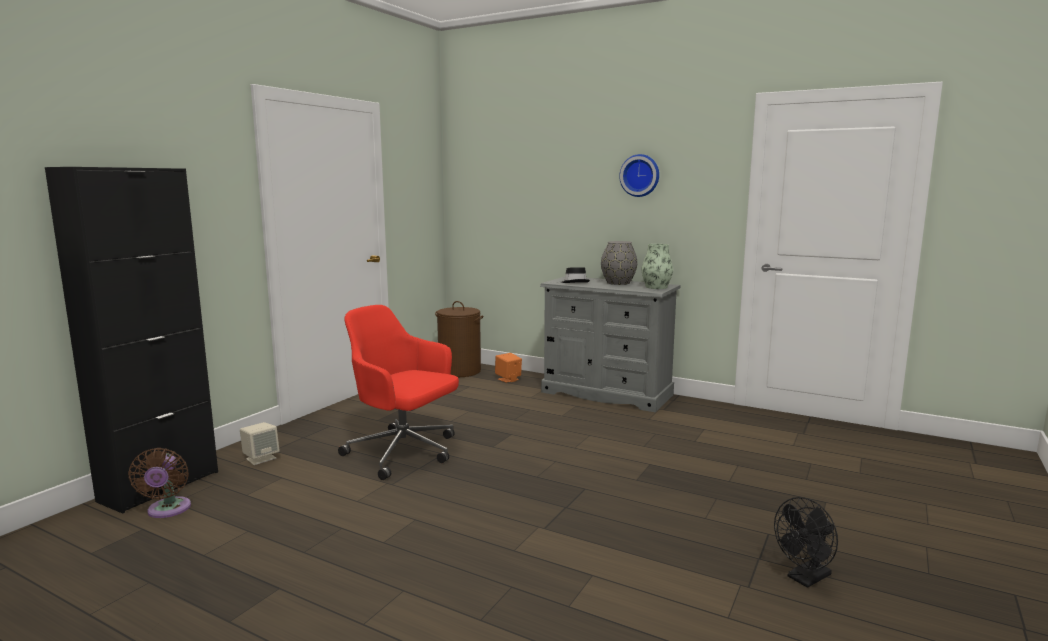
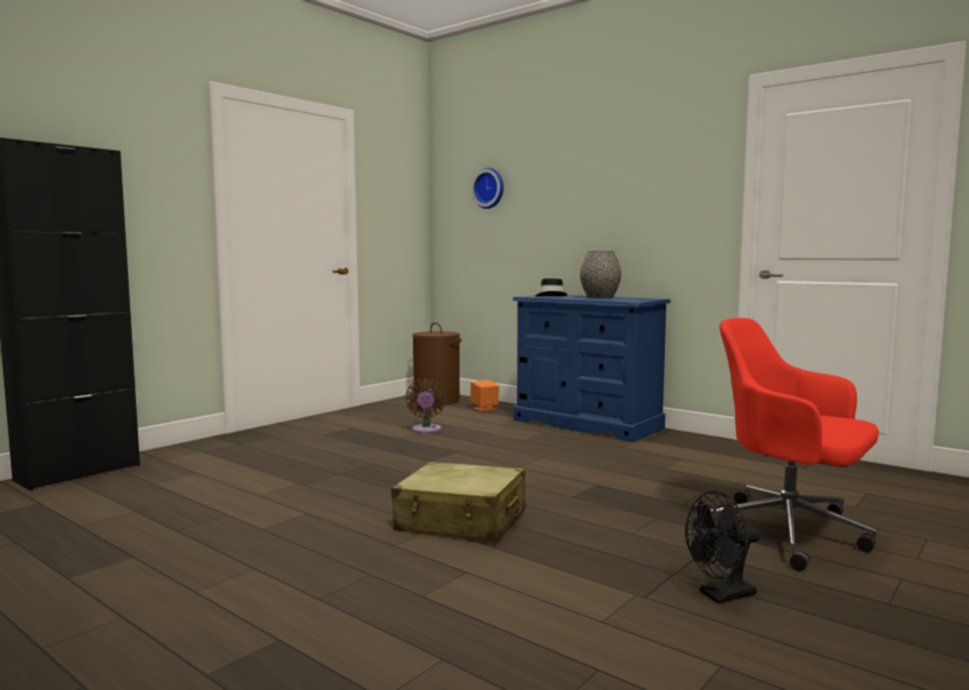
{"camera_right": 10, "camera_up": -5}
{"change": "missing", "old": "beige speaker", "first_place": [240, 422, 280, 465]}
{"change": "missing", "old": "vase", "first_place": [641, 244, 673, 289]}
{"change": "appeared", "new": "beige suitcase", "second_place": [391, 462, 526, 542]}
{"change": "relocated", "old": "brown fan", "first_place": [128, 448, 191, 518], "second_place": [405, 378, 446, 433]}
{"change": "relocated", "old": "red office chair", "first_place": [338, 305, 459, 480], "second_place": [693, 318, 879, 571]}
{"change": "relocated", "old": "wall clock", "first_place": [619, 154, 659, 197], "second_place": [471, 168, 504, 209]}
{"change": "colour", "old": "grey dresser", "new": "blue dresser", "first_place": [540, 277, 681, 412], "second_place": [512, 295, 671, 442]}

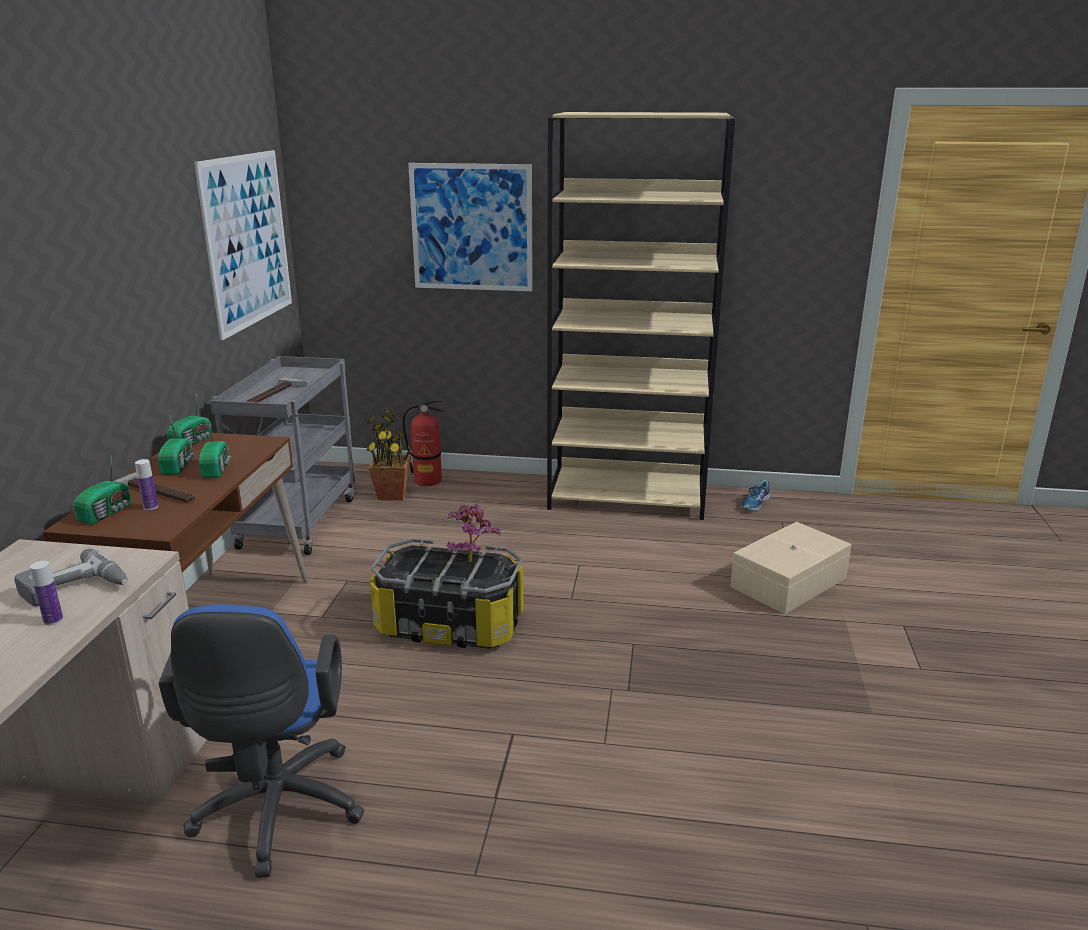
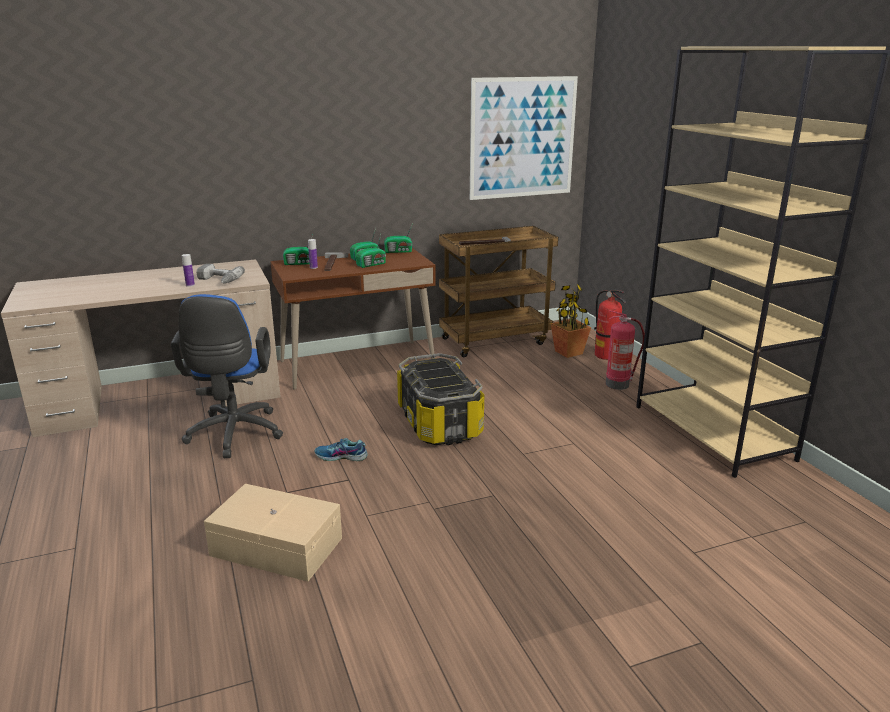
{"camera_right": 60, "camera_up": 0}
{"change": "missing", "old": "picture", "first_place": [408, 163, 533, 291]}
{"change": "missing", "old": "potted plant", "first_place": [446, 504, 501, 563]}
{"change": "appeared", "new": "fire extinguisher", "second_place": [605, 310, 645, 390]}
{"change": "relocated", "old": "beige storage box", "first_place": [730, 522, 852, 614], "second_place": [204, 484, 342, 581]}
{"change": "relocated", "old": "shoe", "first_place": [741, 480, 770, 511], "second_place": [315, 438, 368, 461]}
{"change": "colour", "old": "grey cart", "new": "brown cart", "first_place": [210, 356, 355, 555], "second_place": [439, 226, 558, 357]}
{"change": "spun", "old": "blue office chair", "first_place": [159, 604, 364, 878], "second_place": [171, 294, 283, 458], "degrees": -60}

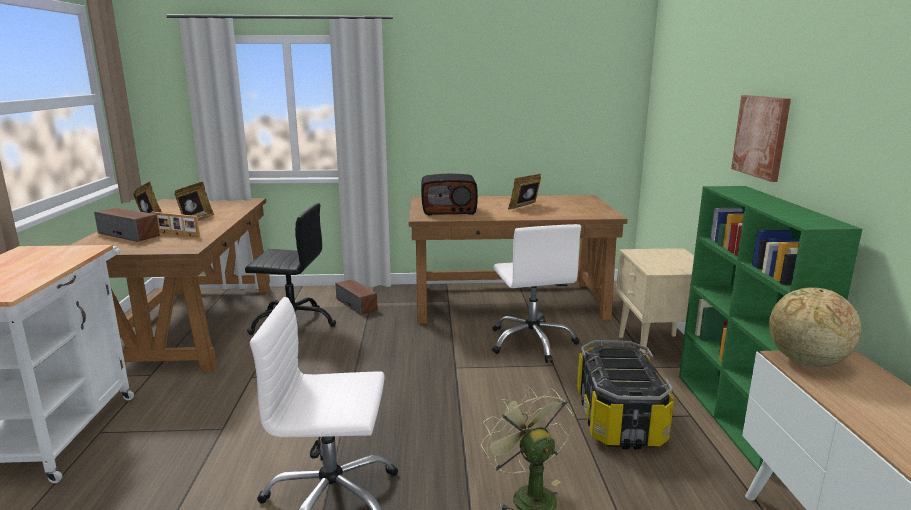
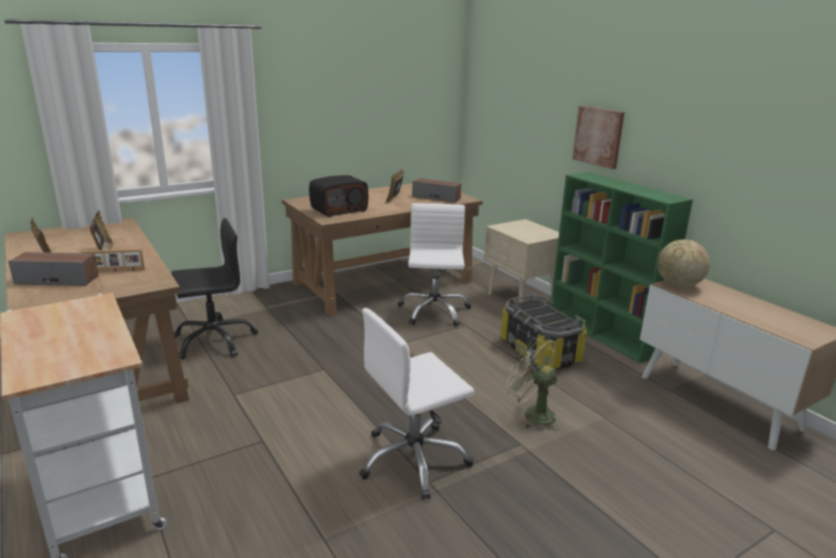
{"camera_right": -30, "camera_up": 5}
{"change": "relocated", "old": "speaker", "first_place": [335, 279, 378, 315], "second_place": [412, 178, 461, 203]}
{"change": "spun", "old": "white office chair", "first_place": [492, 224, 581, 363], "second_place": [398, 203, 471, 326], "degrees": -135}

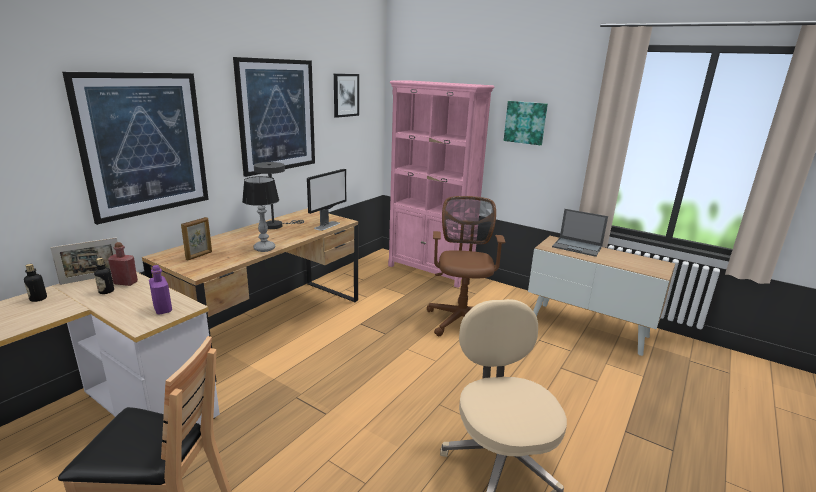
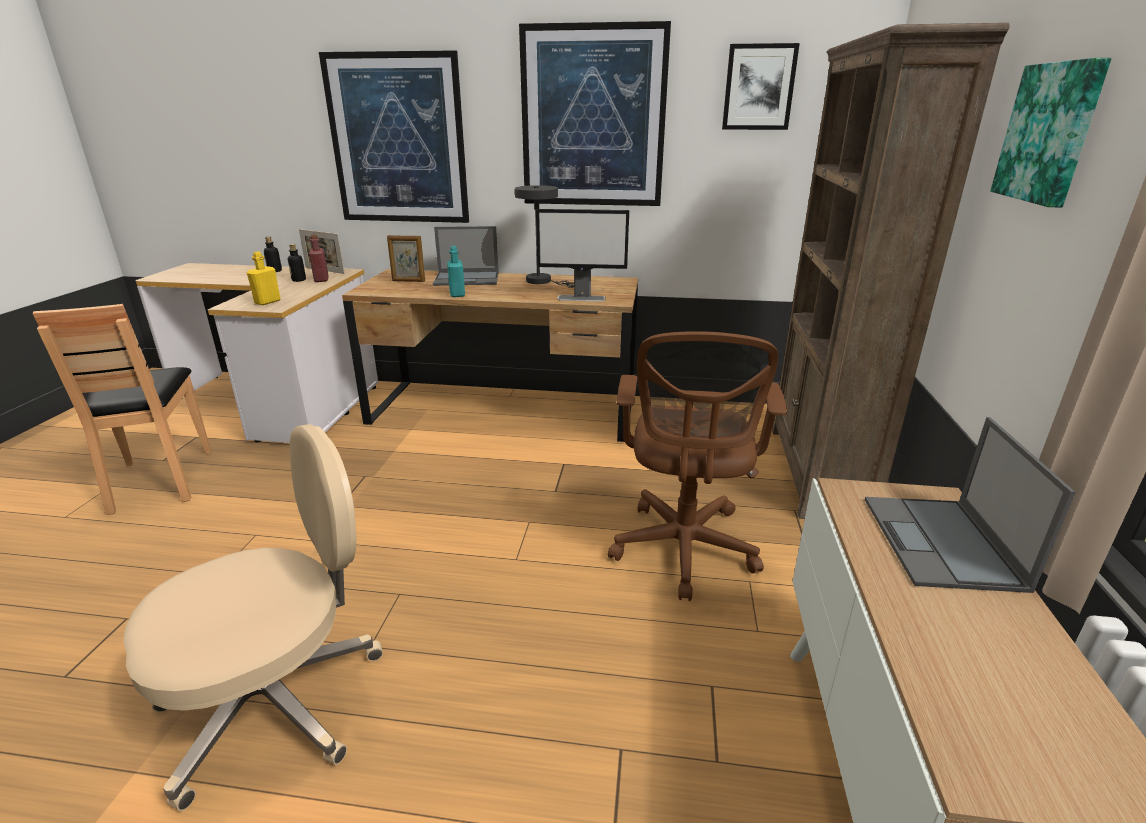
{"camera_right": 65, "camera_up": 5}
{"change": "appeared", "new": "laptop", "second_place": [433, 226, 498, 286]}
{"change": "exchanged", "old": "table lamp", "new": "turquoise bottle", "first_place": [242, 176, 279, 252], "second_place": [447, 246, 465, 297]}
{"change": "colour", "old": "purple bottle", "new": "yellow bottle", "first_place": [149, 265, 172, 315], "second_place": [247, 252, 281, 305]}
{"change": "colour", "old": "pink bookcase", "new": "brown bookcase", "first_place": [388, 81, 494, 288], "second_place": [772, 23, 1010, 519]}
{"change": "spun", "old": "brown office chair", "first_place": [427, 196, 505, 337], "second_place": [608, 331, 787, 601], "degrees": 120}

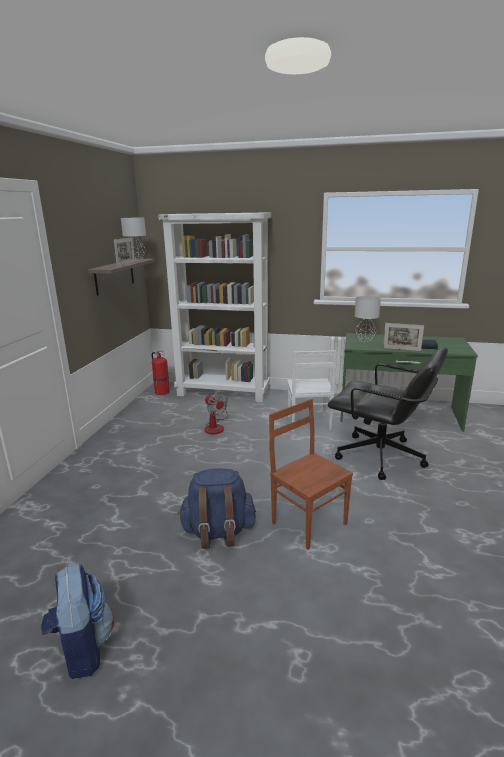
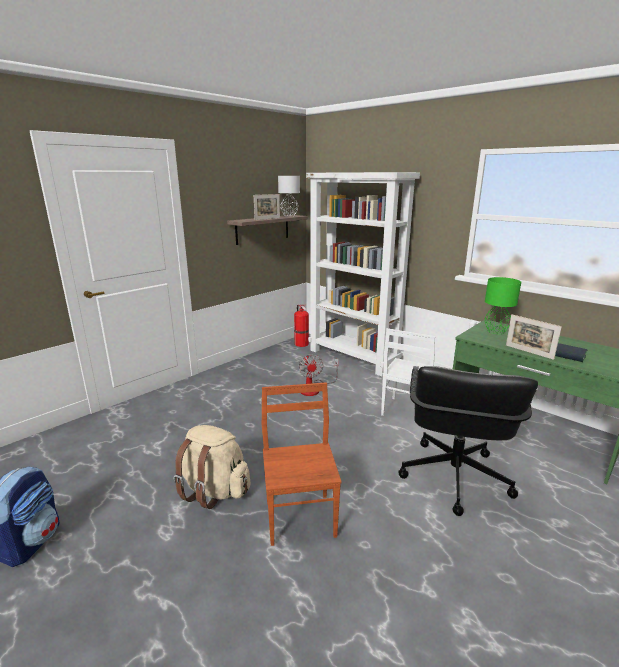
{"camera_right": 30, "camera_up": 0}
{"change": "colour", "old": "blue backpack", "new": "beige backpack", "first_place": [178, 468, 256, 549], "second_place": [174, 425, 251, 509]}
{"change": "colour", "old": "grey table lamp", "new": "green table lamp", "first_place": [355, 296, 381, 342], "second_place": [484, 277, 521, 334]}
{"change": "spun", "old": "black office chair", "first_place": [328, 347, 448, 480], "second_place": [399, 366, 538, 516], "degrees": 45}

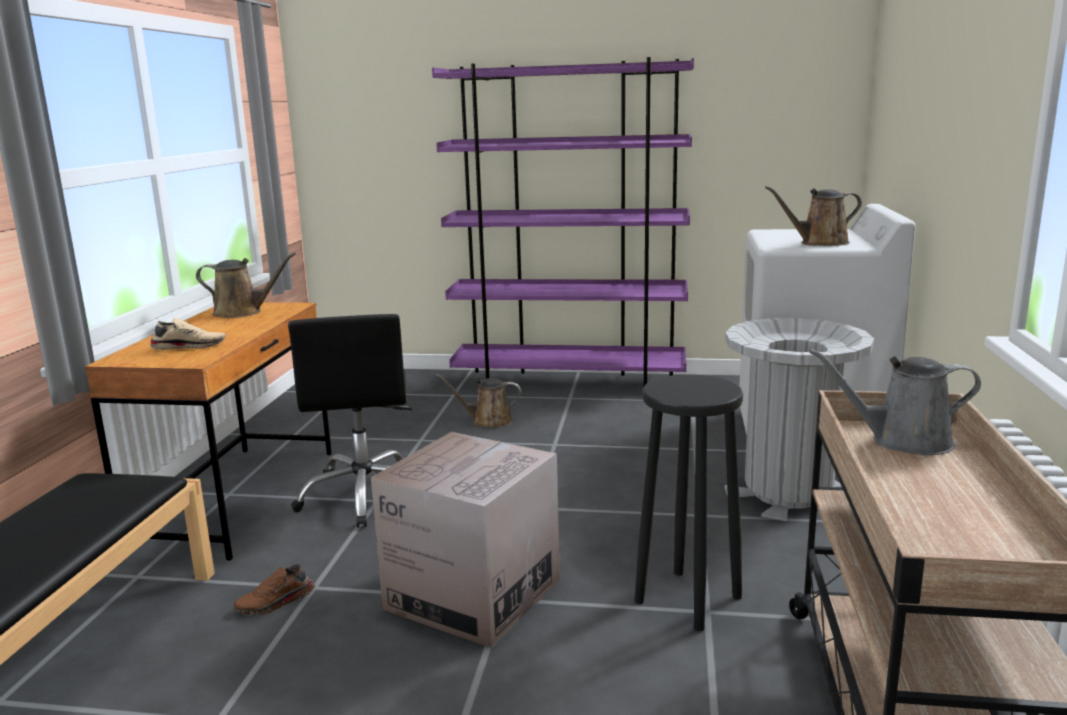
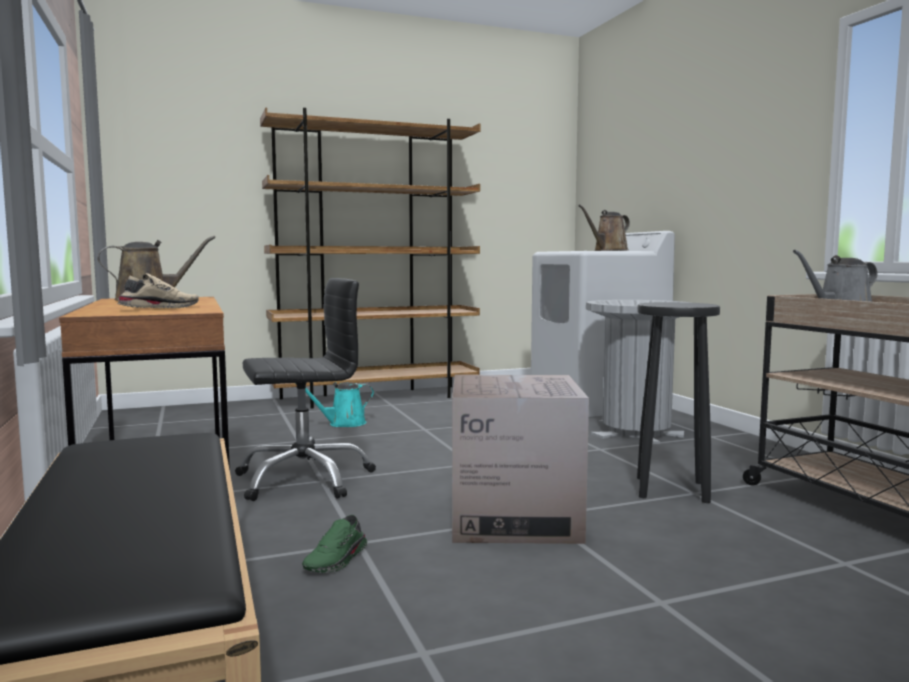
{"camera_right": -30, "camera_up": -10}
{"change": "colour", "old": "brown shoe", "new": "green shoe", "first_place": [234, 564, 315, 616], "second_place": [302, 515, 367, 573]}
{"change": "colour", "old": "purple bookcase", "new": "brown bookcase", "first_place": [432, 57, 694, 386], "second_place": [260, 107, 481, 409]}
{"change": "colour", "old": "brown watering can", "new": "turquoise watering can", "first_place": [436, 374, 521, 428], "second_place": [305, 382, 374, 427]}
{"change": "spun", "old": "black office chair", "first_place": [288, 314, 412, 528], "second_place": [235, 278, 376, 501], "degrees": -75}

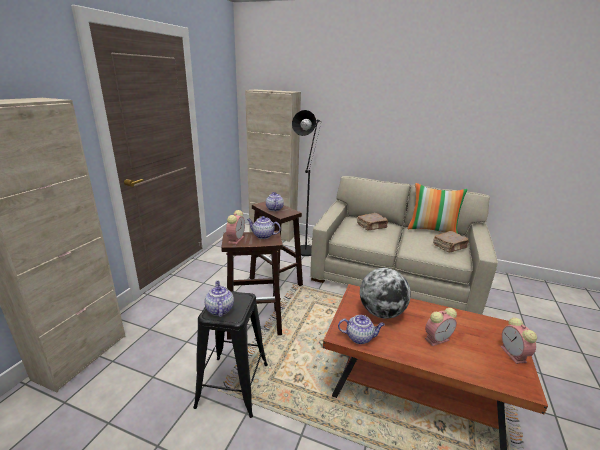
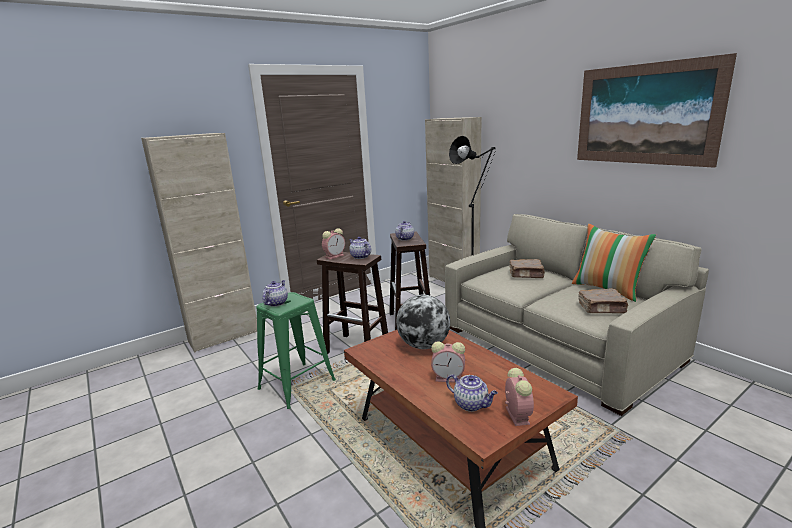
{"camera_right": 35, "camera_up": -5}
{"change": "appeared", "new": "picture", "second_place": [577, 53, 737, 168]}
{"change": "relocated", "old": "teapot", "first_place": [338, 315, 385, 344], "second_place": [446, 374, 498, 412]}
{"change": "colour", "old": "black stool", "new": "green stool", "first_place": [193, 291, 268, 418], "second_place": [257, 292, 336, 409]}
{"change": "spun", "old": "alarm clock", "first_place": [500, 317, 537, 364], "second_place": [505, 368, 534, 426], "degrees": 150}

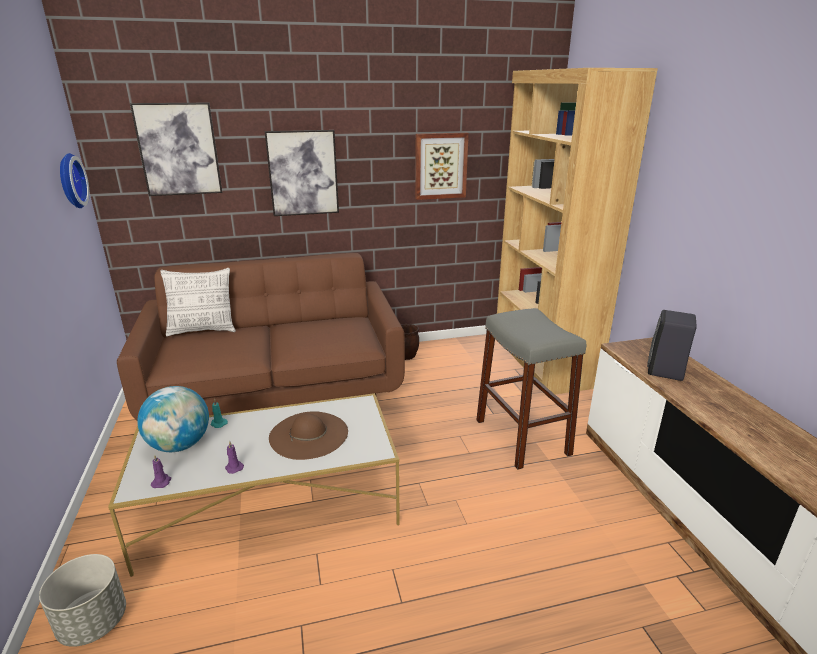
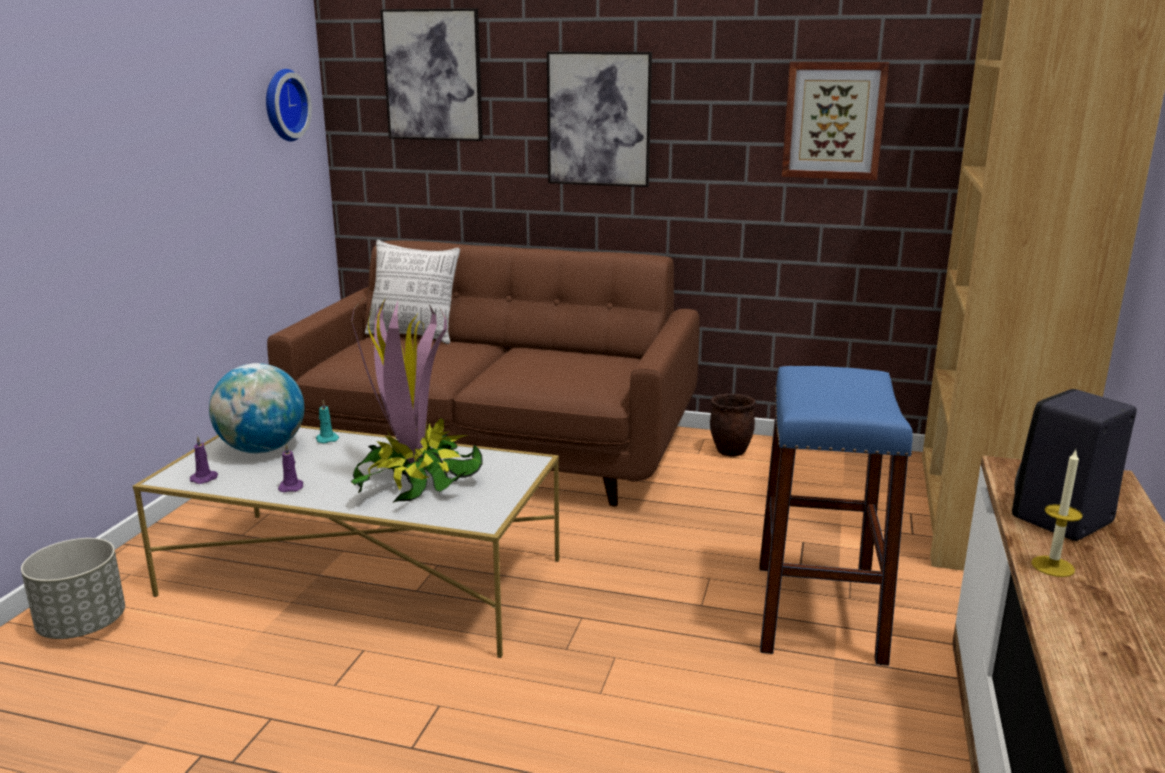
{"camera_right": 30, "camera_up": -5}
{"change": "appeared", "new": "candle", "second_place": [1031, 450, 1083, 577]}
{"change": "exchanged", "old": "brown hat", "new": "potted plant", "first_place": [269, 411, 348, 460], "second_place": [351, 298, 483, 503]}
{"change": "colour", "old": "grey stool", "new": "blue stool", "first_place": [476, 308, 586, 470], "second_place": [759, 366, 913, 666]}

